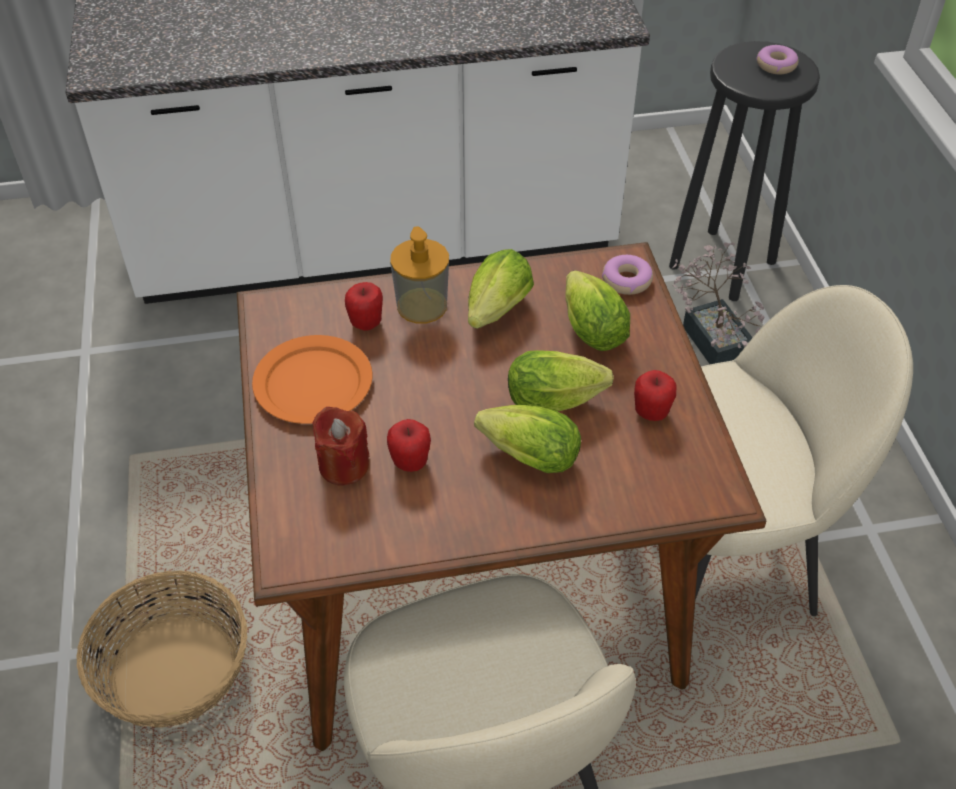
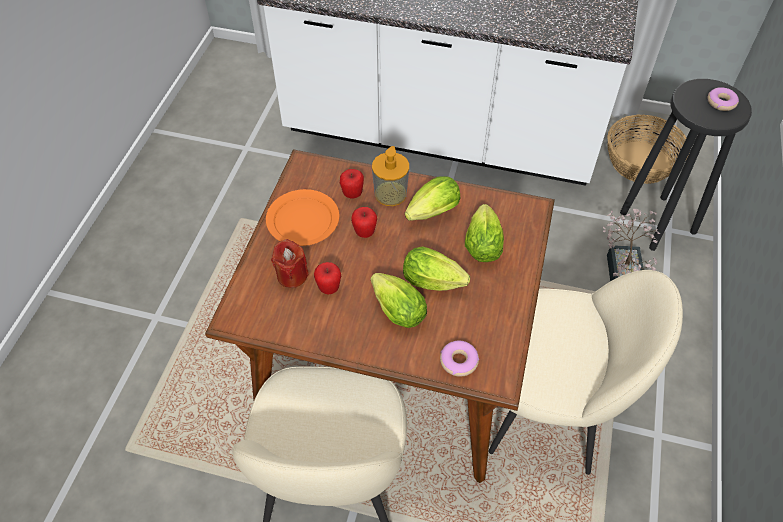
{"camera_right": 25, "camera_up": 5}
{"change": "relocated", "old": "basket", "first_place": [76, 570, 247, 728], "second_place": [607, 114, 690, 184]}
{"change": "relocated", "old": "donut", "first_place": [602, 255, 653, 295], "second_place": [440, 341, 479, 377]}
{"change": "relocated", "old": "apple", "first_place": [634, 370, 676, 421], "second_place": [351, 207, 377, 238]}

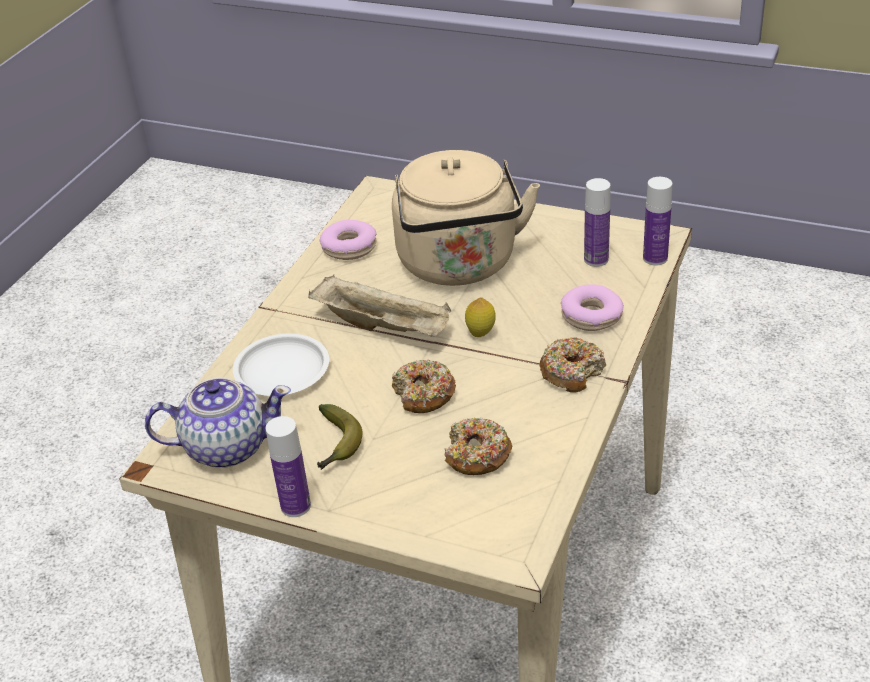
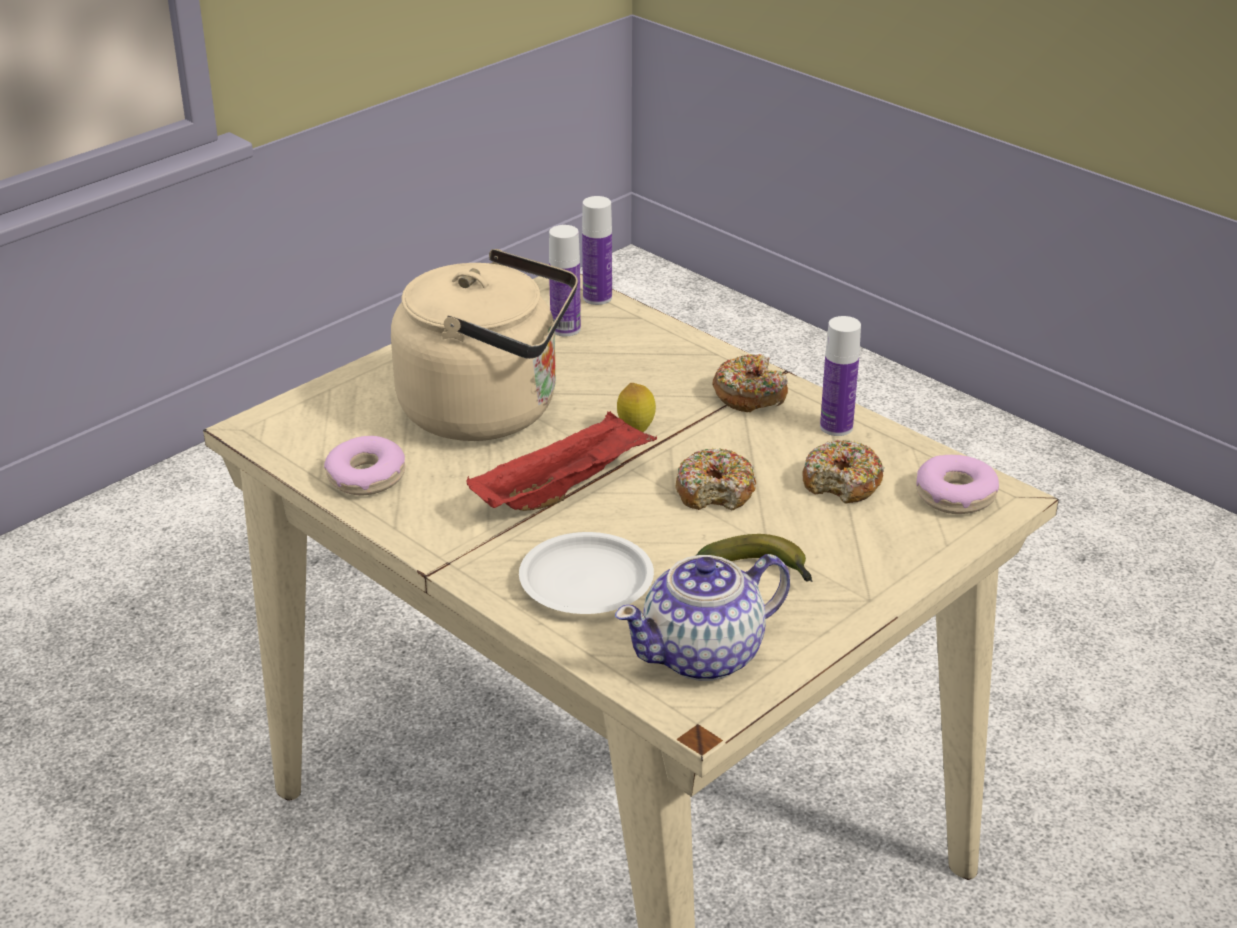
{"camera_right": -70, "camera_up": -5}
{"change": "relocated", "old": "bottle", "first_place": [266, 416, 311, 517], "second_place": [820, 316, 861, 436]}
{"change": "relocated", "old": "donut", "first_place": [561, 284, 624, 331], "second_place": [916, 455, 999, 514]}
{"change": "colour", "old": "beige tray", "new": "red tray", "first_place": [308, 275, 451, 337], "second_place": [467, 411, 657, 511]}
{"change": "spun", "old": "teapot", "first_place": [145, 377, 291, 468], "second_place": [615, 554, 790, 681], "degrees": -135}

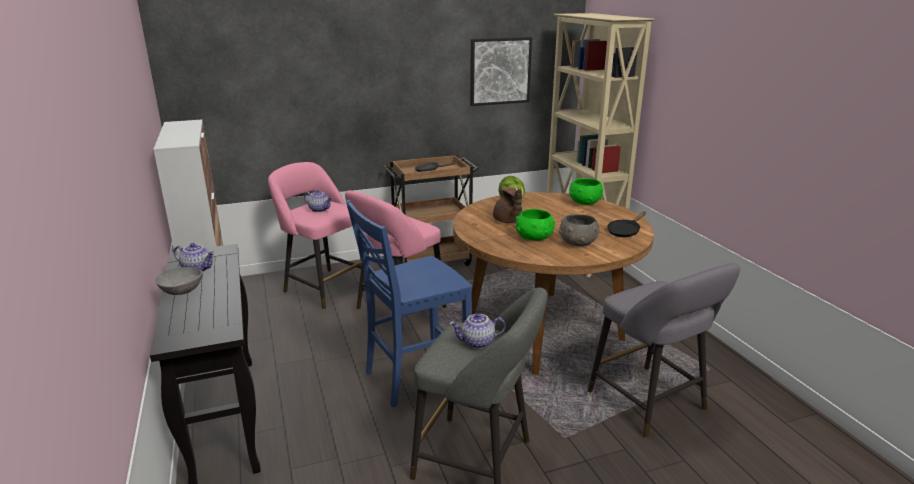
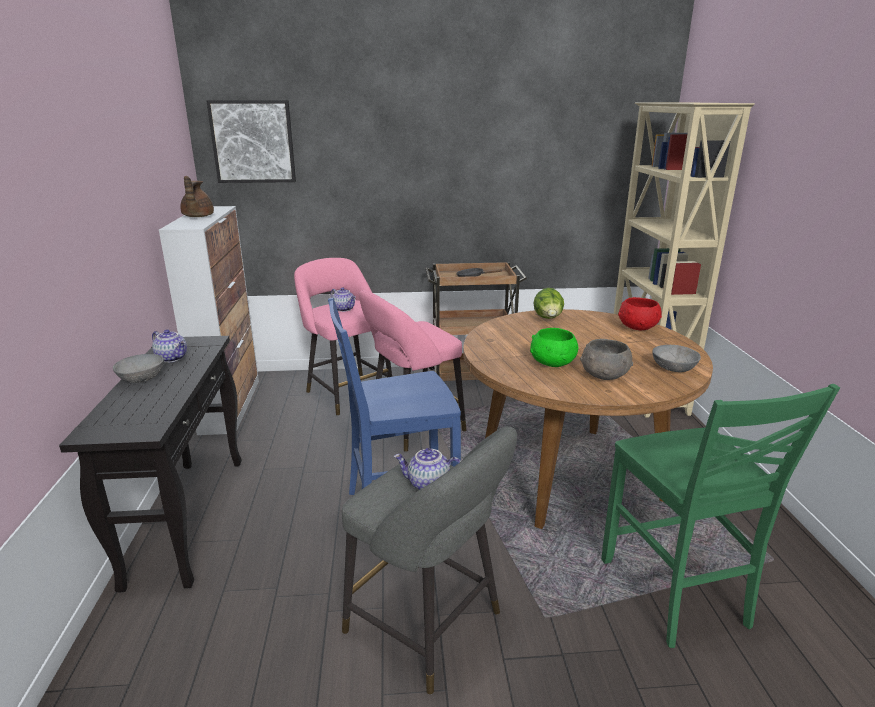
{"camera_right": 15, "camera_up": 0}
{"change": "relocated", "old": "picture", "first_place": [470, 37, 532, 106], "second_place": [206, 100, 296, 183]}
{"change": "relocated", "old": "brown teapot", "first_place": [493, 187, 522, 223], "second_place": [180, 176, 214, 217]}
{"change": "exchanged", "old": "grey stool", "new": "green chair", "first_place": [588, 263, 740, 438], "second_place": [601, 384, 840, 648]}
{"change": "exchanged", "old": "black frying pan", "new": "grey bowl", "first_place": [607, 212, 646, 237], "second_place": [652, 345, 701, 372]}
{"change": "colour", "old": "green bowl", "new": "red bowl", "first_place": [569, 178, 603, 205], "second_place": [618, 297, 662, 330]}

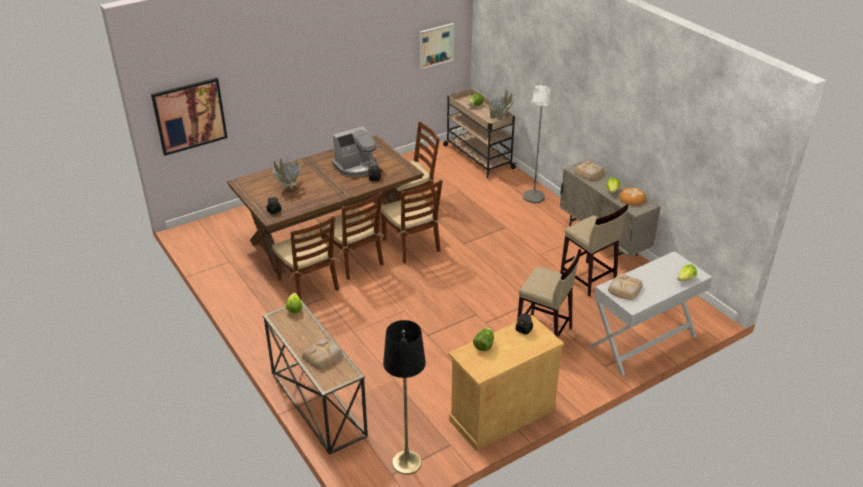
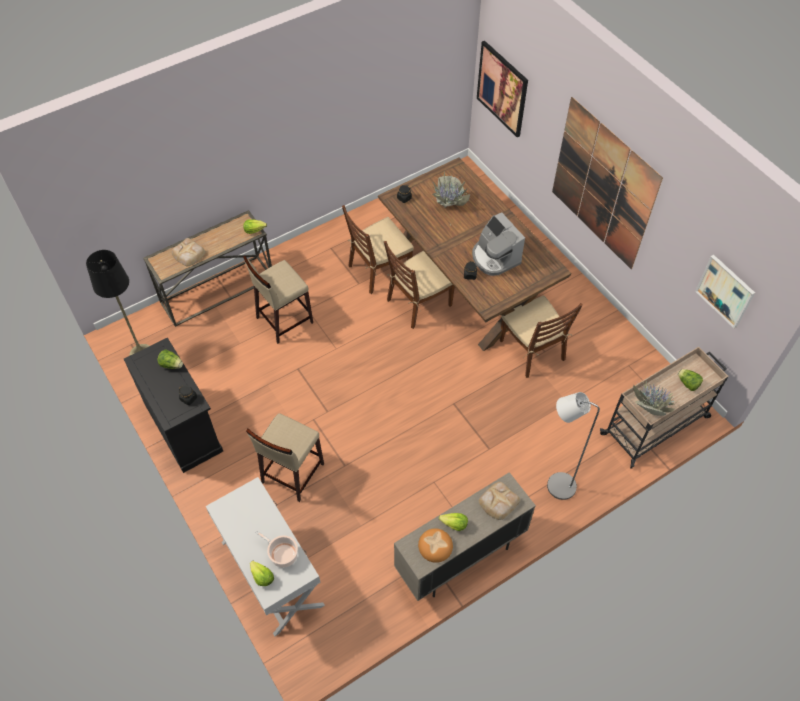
{"camera_right": 90, "camera_up": 20}
{"change": "missing", "old": "brown chair", "first_place": [381, 180, 443, 263]}
{"change": "missing", "old": "bread", "first_place": [608, 274, 642, 300]}
{"change": "appeared", "new": "cooking pot", "second_place": [255, 530, 298, 568]}
{"change": "appeared", "new": "picture", "second_place": [552, 97, 663, 269]}
{"change": "relocated", "old": "beige stool", "first_place": [560, 204, 628, 296], "second_place": [243, 256, 313, 344]}
{"change": "colour", "old": "beige cabinet", "new": "black cabinet", "first_place": [448, 315, 564, 451], "second_place": [124, 337, 223, 473]}

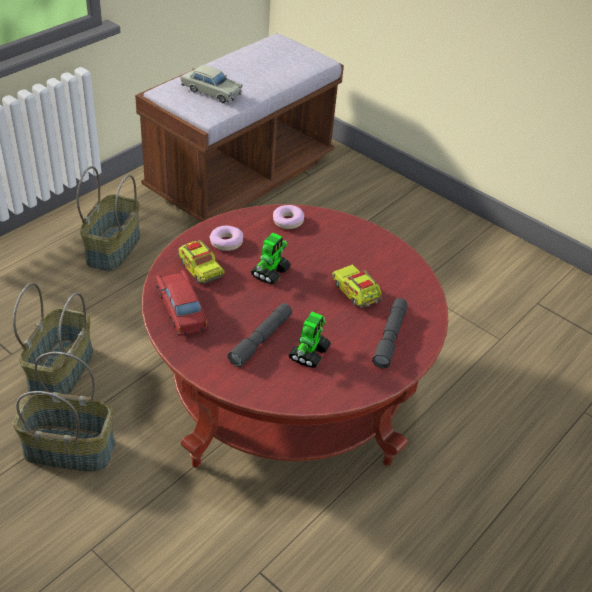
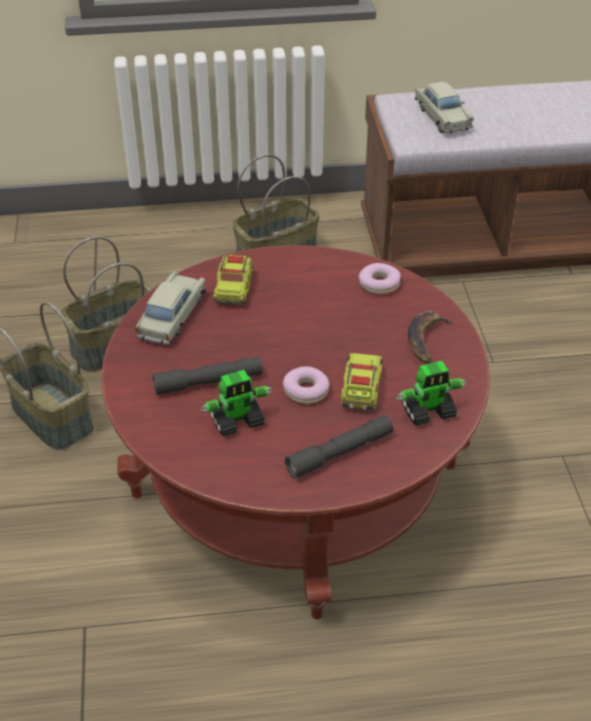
{"camera_right": 45, "camera_up": 0}
{"change": "appeared", "new": "banana", "second_place": [408, 311, 453, 363]}
{"change": "relocated", "old": "donut", "first_place": [209, 226, 243, 251], "second_place": [283, 366, 329, 404]}
{"change": "relocated", "old": "toy robot", "first_place": [251, 233, 291, 284], "second_place": [396, 361, 467, 425]}
{"change": "colour", "old": "red toy car", "new": "beige toy car", "first_place": [156, 270, 208, 336], "second_place": [135, 271, 206, 345]}

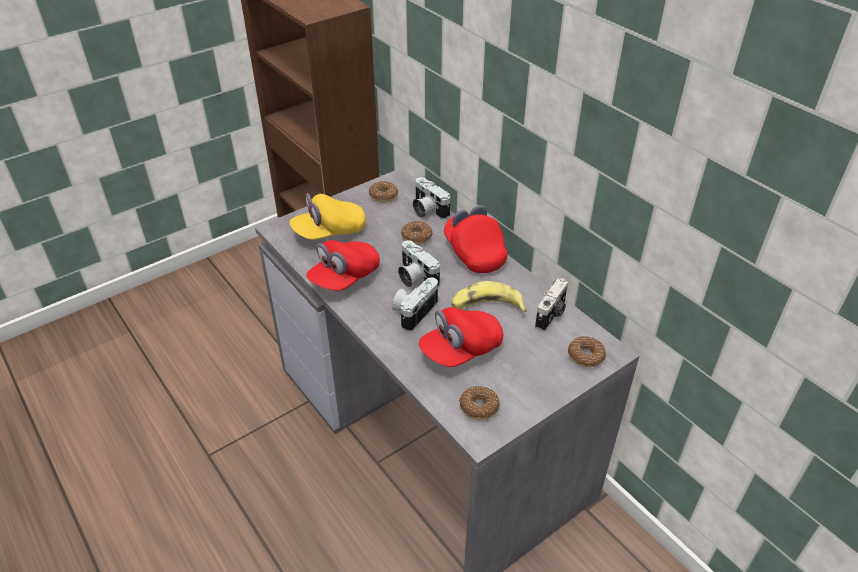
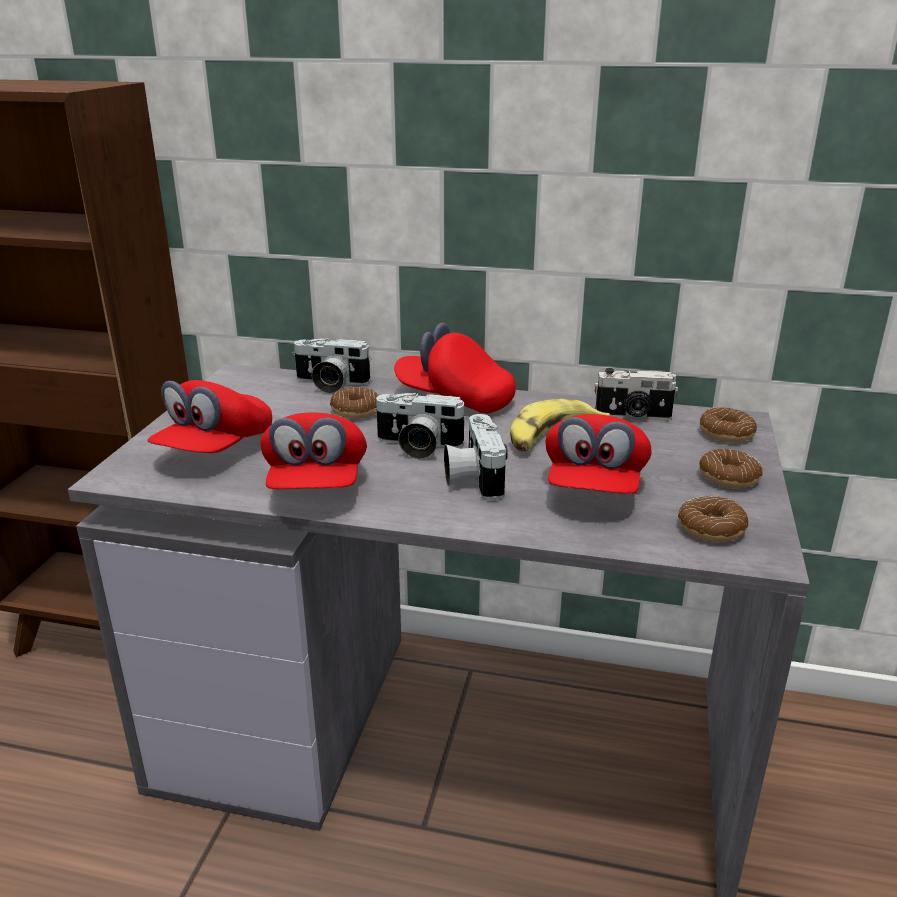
{"camera_right": -40, "camera_up": -15}
{"change": "relocated", "old": "donut", "first_place": [369, 181, 398, 202], "second_place": [699, 449, 762, 488]}
{"change": "colour", "old": "yellow cap", "new": "red cap", "first_place": [289, 193, 366, 240], "second_place": [147, 380, 272, 453]}
{"change": "spun", "old": "photo camera", "first_place": [535, 278, 568, 332], "second_place": [594, 368, 678, 421], "degrees": 105}

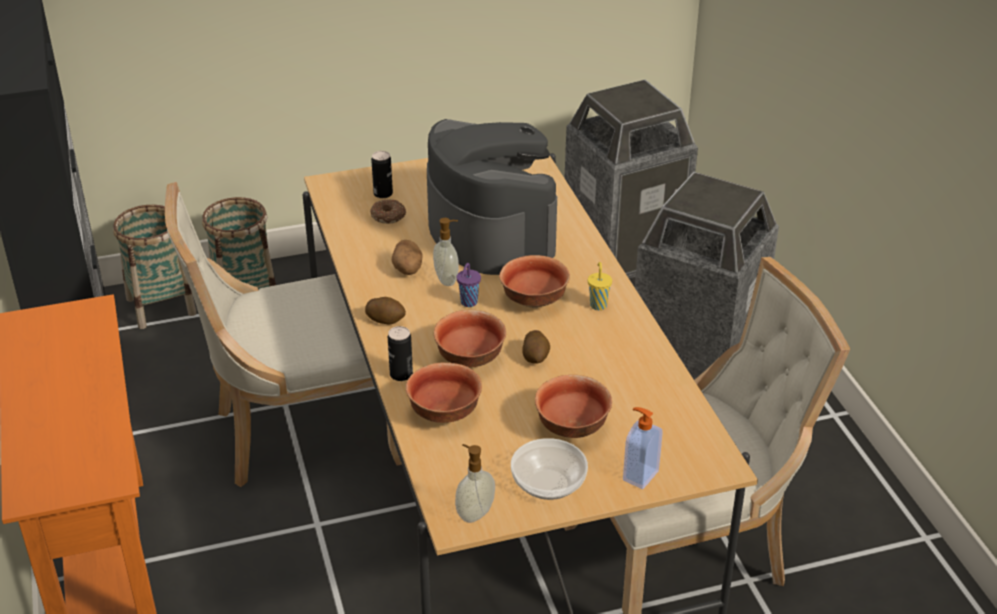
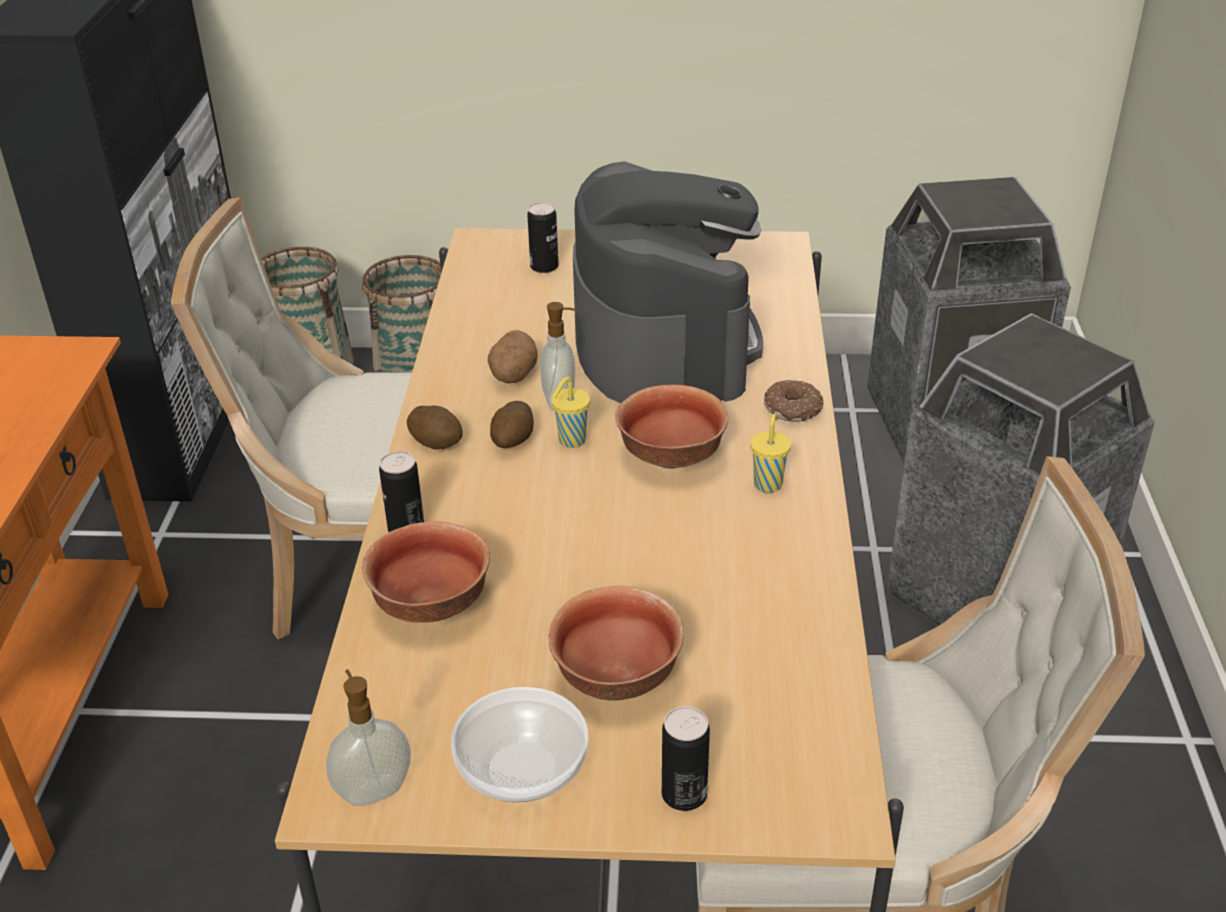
{"camera_right": 20, "camera_up": 0}
{"change": "missing", "old": "bowl", "first_place": [434, 310, 506, 367]}
{"change": "relocated", "old": "donut", "first_place": [370, 199, 406, 224], "second_place": [764, 380, 824, 422]}
{"change": "relocated", "old": "potato", "first_place": [522, 330, 550, 364], "second_place": [490, 401, 534, 448]}
{"change": "exchanged", "old": "soap dispenser", "new": "can", "first_place": [623, 407, 663, 489], "second_place": [662, 706, 710, 811]}
{"change": "colour", "old": "purple cup", "new": "yellow cup", "first_place": [457, 263, 481, 307], "second_place": [551, 376, 590, 448]}

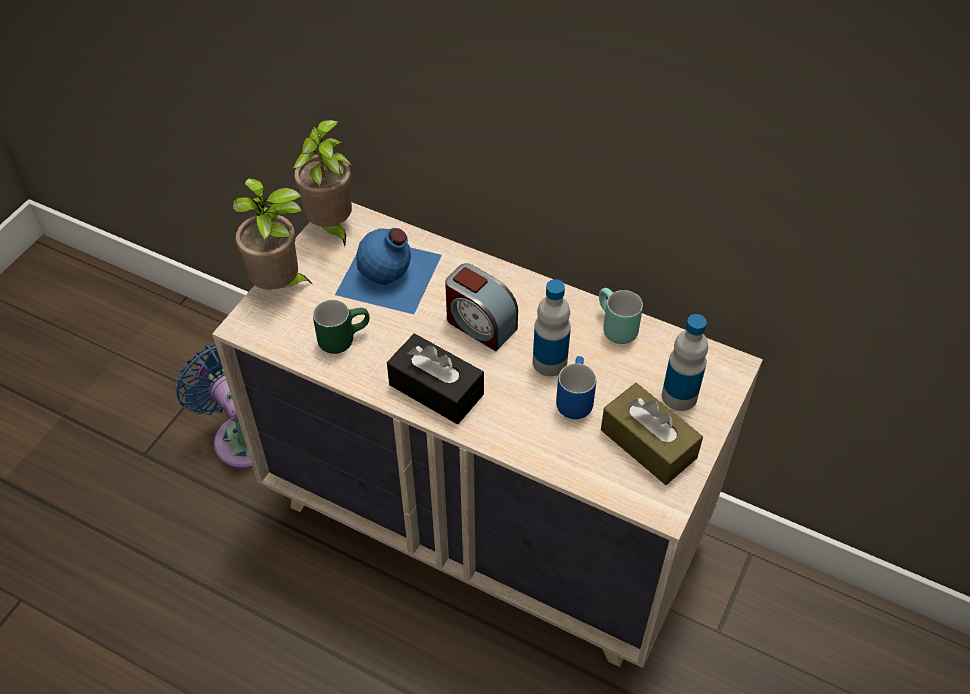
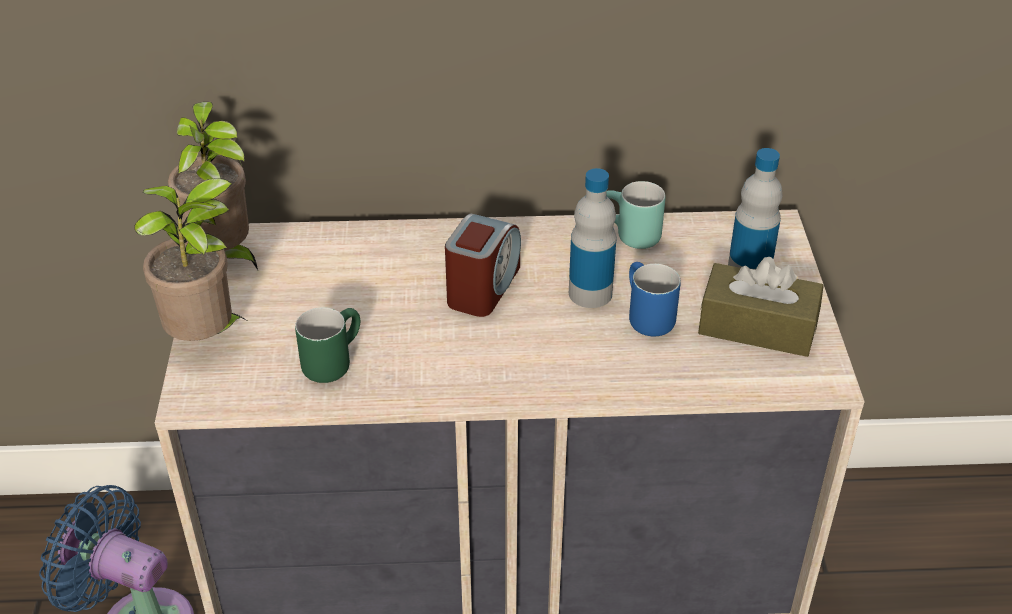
{"camera_right": -30, "camera_up": -10}
{"change": "missing", "old": "blue bottle", "first_place": [335, 228, 442, 314]}
{"change": "missing", "old": "black tissue box", "first_place": [387, 334, 484, 424]}
{"change": "spun", "old": "alarm clock", "first_place": [445, 263, 518, 351], "second_place": [445, 214, 521, 317], "degrees": -75}

